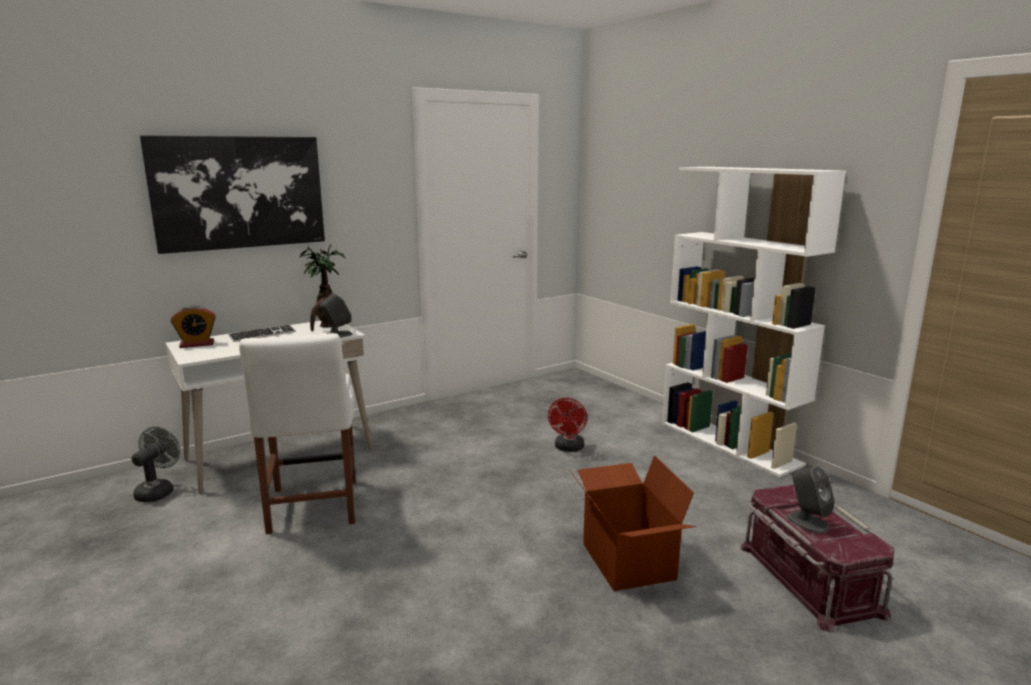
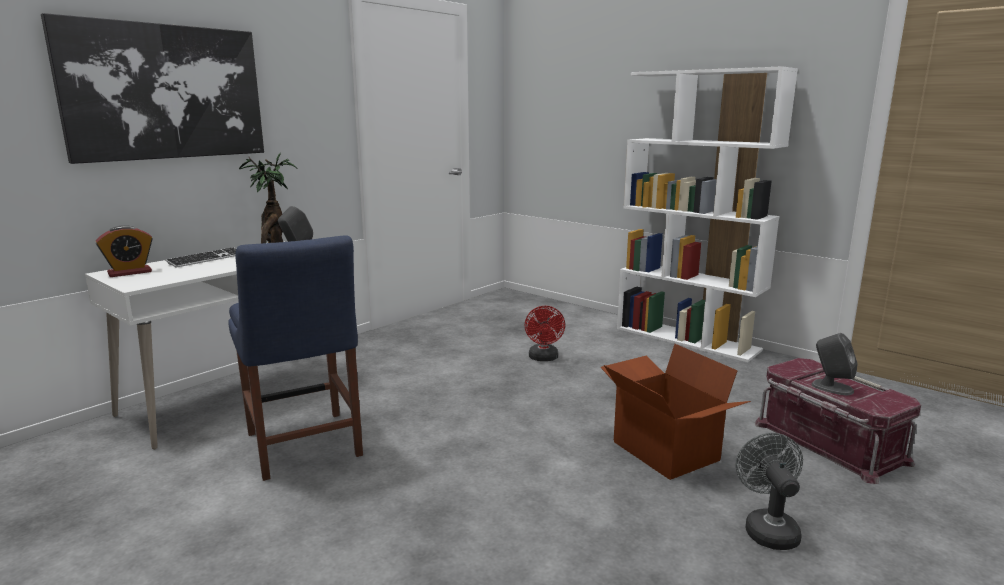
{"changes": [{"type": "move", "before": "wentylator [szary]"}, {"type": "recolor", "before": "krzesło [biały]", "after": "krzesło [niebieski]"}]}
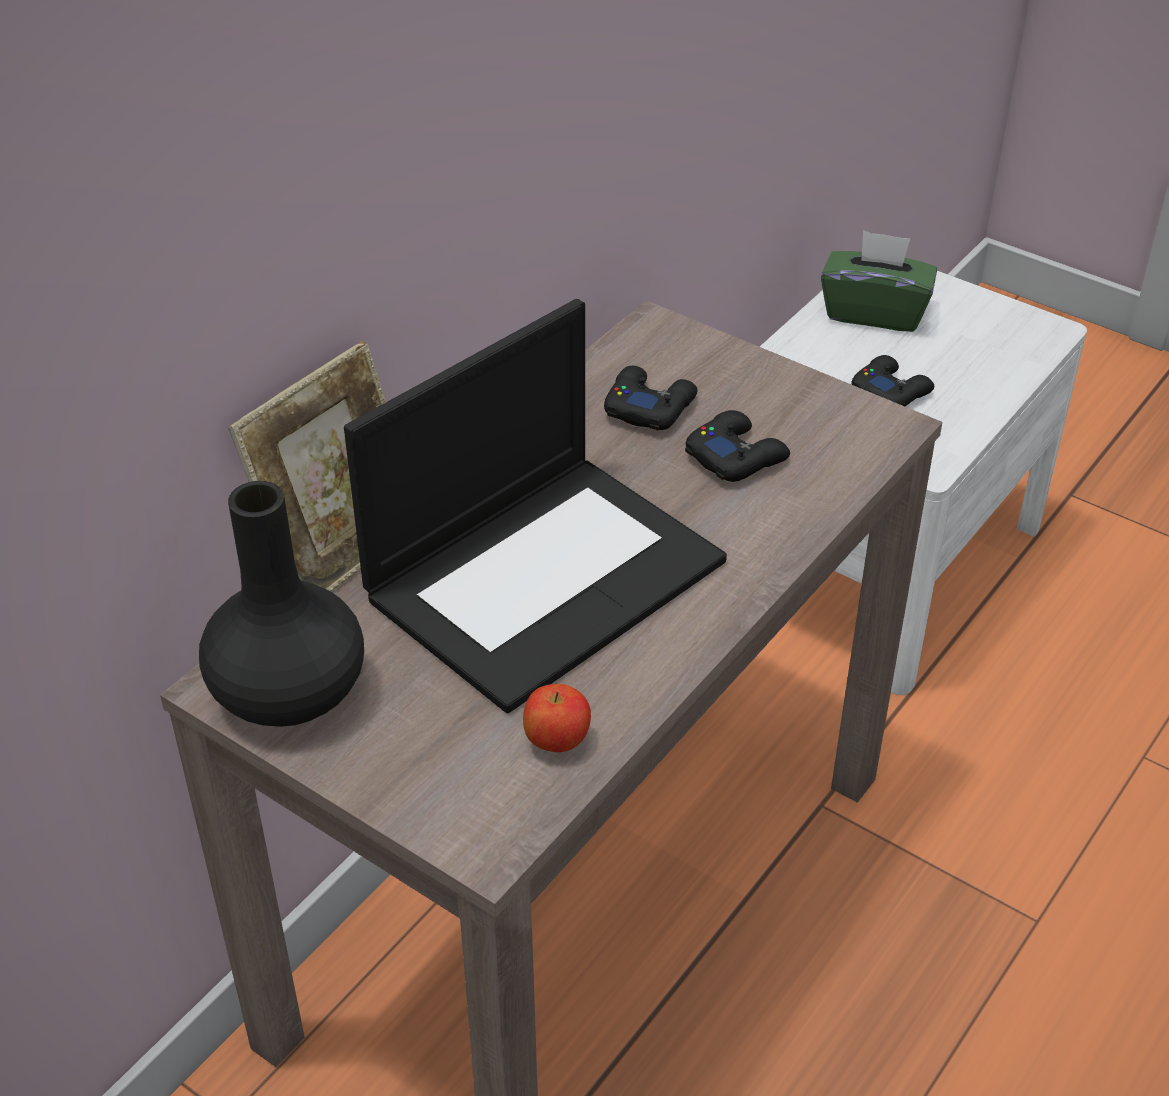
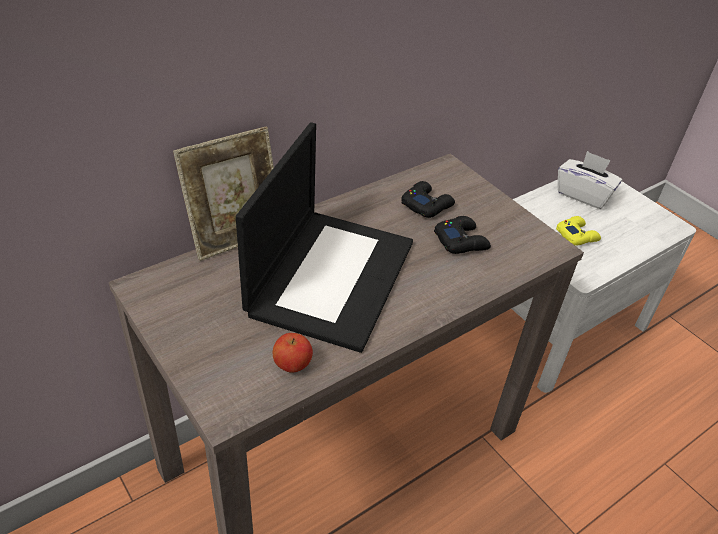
{"changes": [{"type": "delete", "before": "wazon [czarny]"}, {"type": "rotate", "before": "laptop", "turn": -45}, {"type": "recolor", "before": "pudełko chusteczek [zielony]", "after": "pudełko chusteczek [biały]"}, {"type": "recolor", "before": "pad do gier [czarny] (3rd from left)", "after": "pad do gier [żółty]"}]}
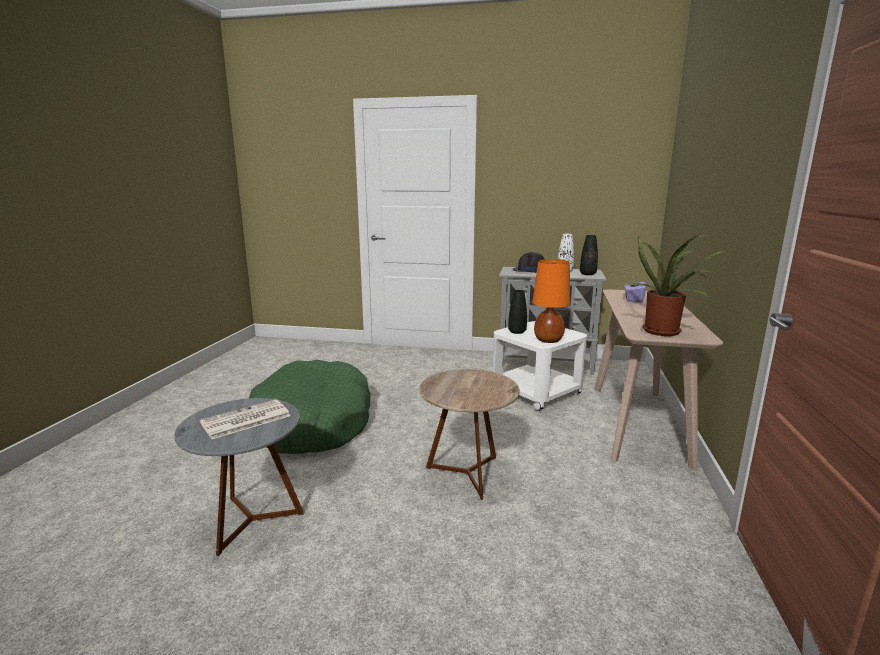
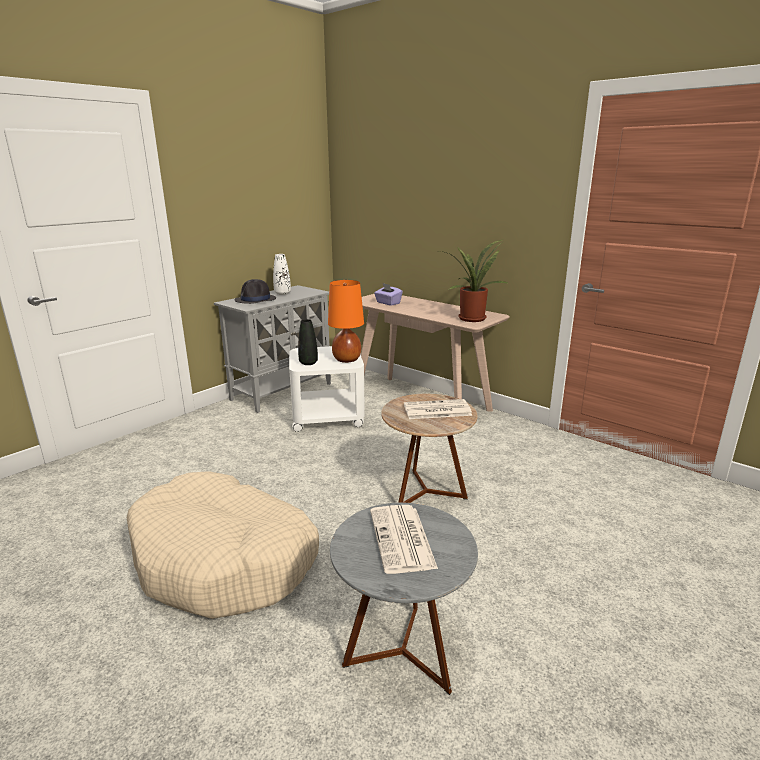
{"changes": [{"type": "recolor", "before": "legowisko [zielony]", "after": "legowisko [beżowy]"}, {"type": "delete", "before": "wazon [czarny] (2nd from left)"}, {"type": "insert", "after": "gazeta (2nd from left)"}]}
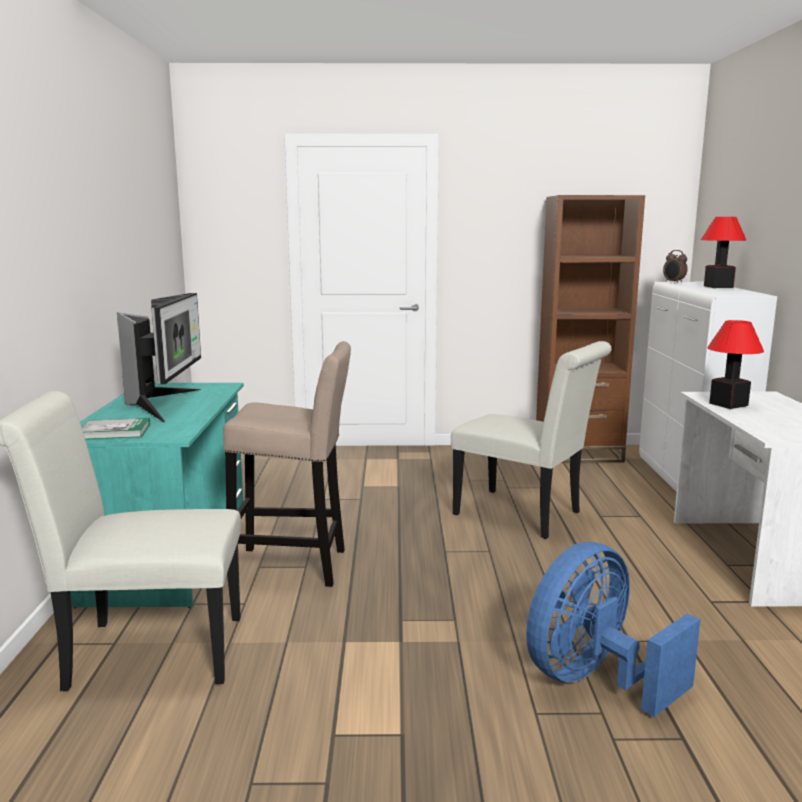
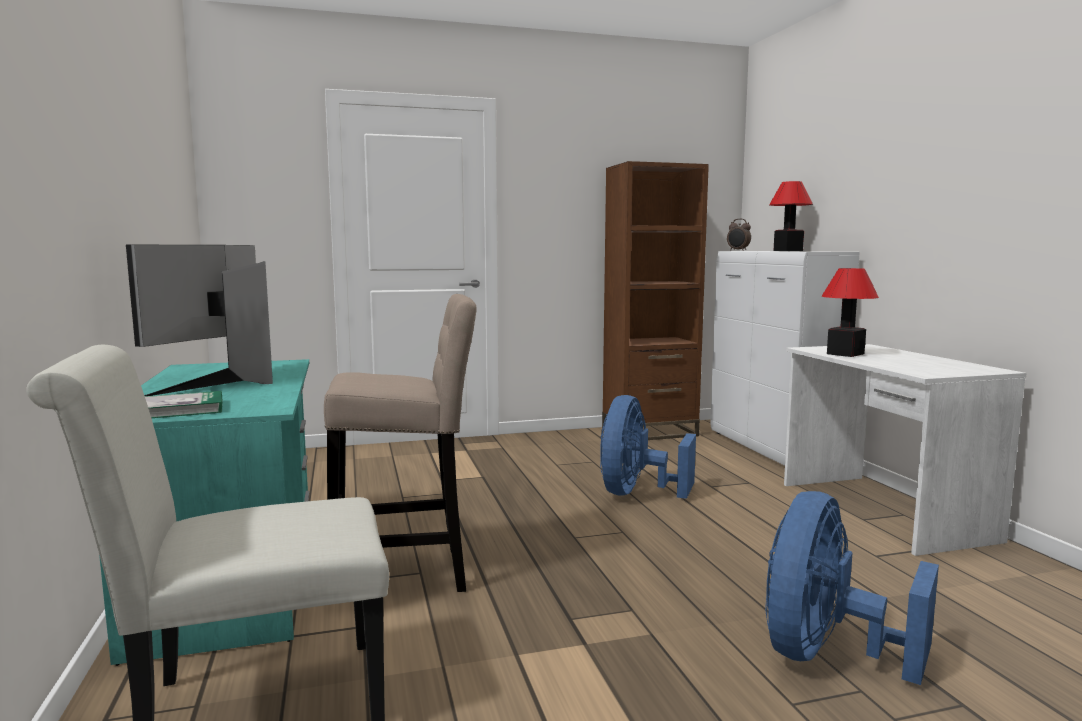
{"changes": [{"type": "rotate", "before": "monitor", "turn": -150}, {"type": "replace", "before": "krzesło [biały] (2nd from left)", "after": "wentylator [niebieski] (1st from left)"}]}
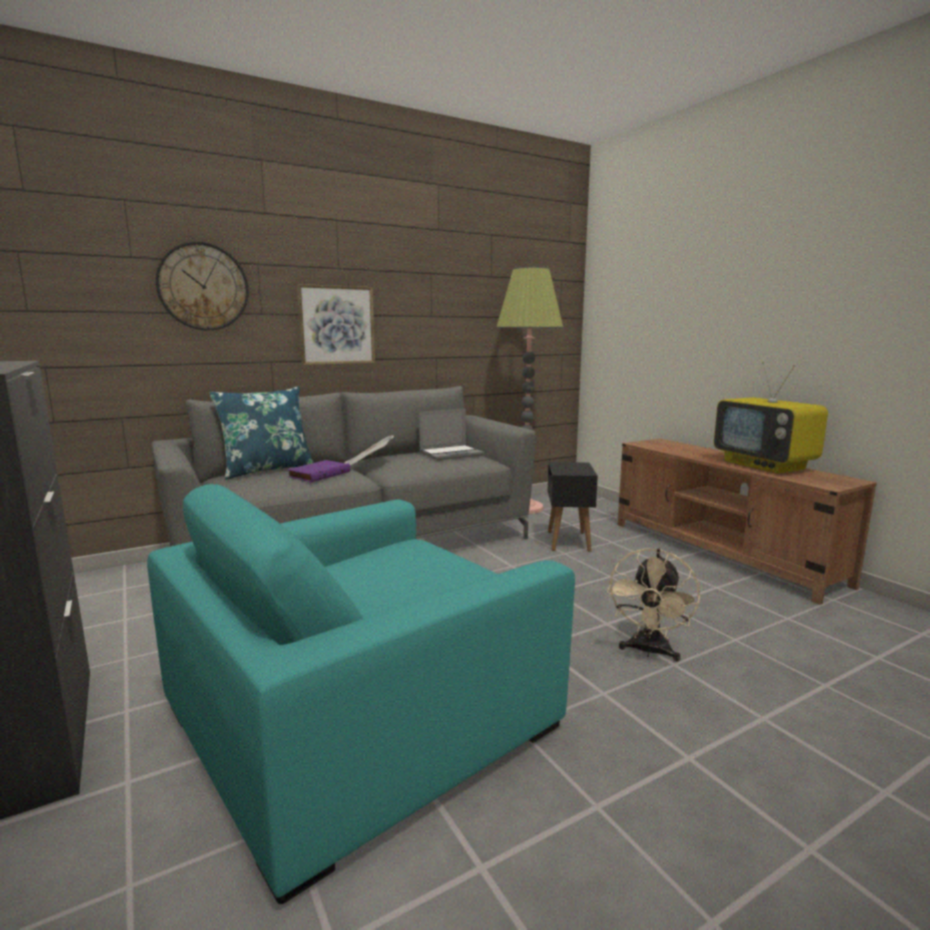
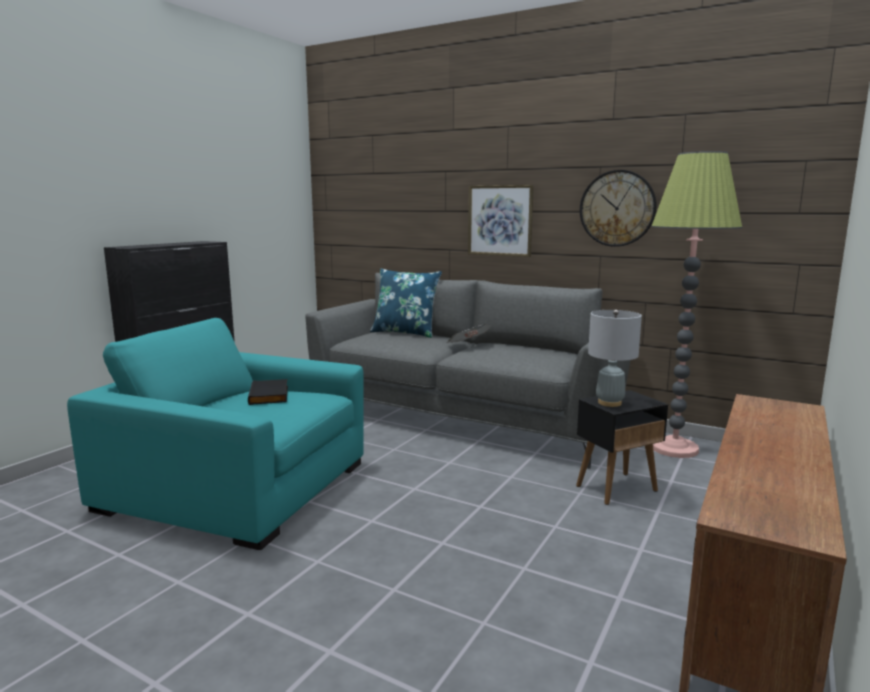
{"changes": [{"type": "move", "before": "zegar ścienny"}, {"type": "delete", "before": "książka [fioletowy]"}, {"type": "delete", "before": "laptop"}, {"type": "delete", "before": "wentylator [beżowy]"}, {"type": "delete", "before": "telewizor"}, {"type": "insert", "after": "książka [czarny]"}, {"type": "insert", "after": "lampa stołowa [szary]"}]}
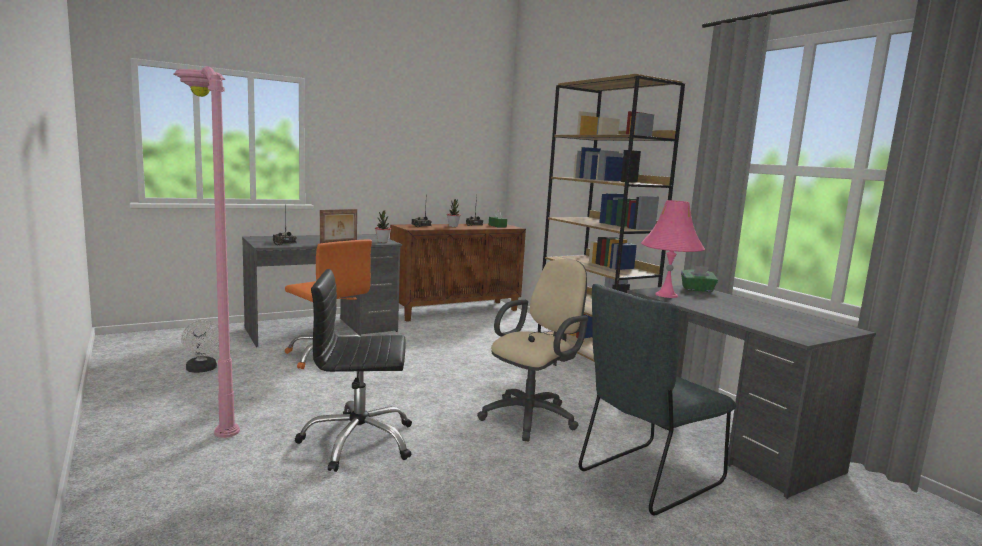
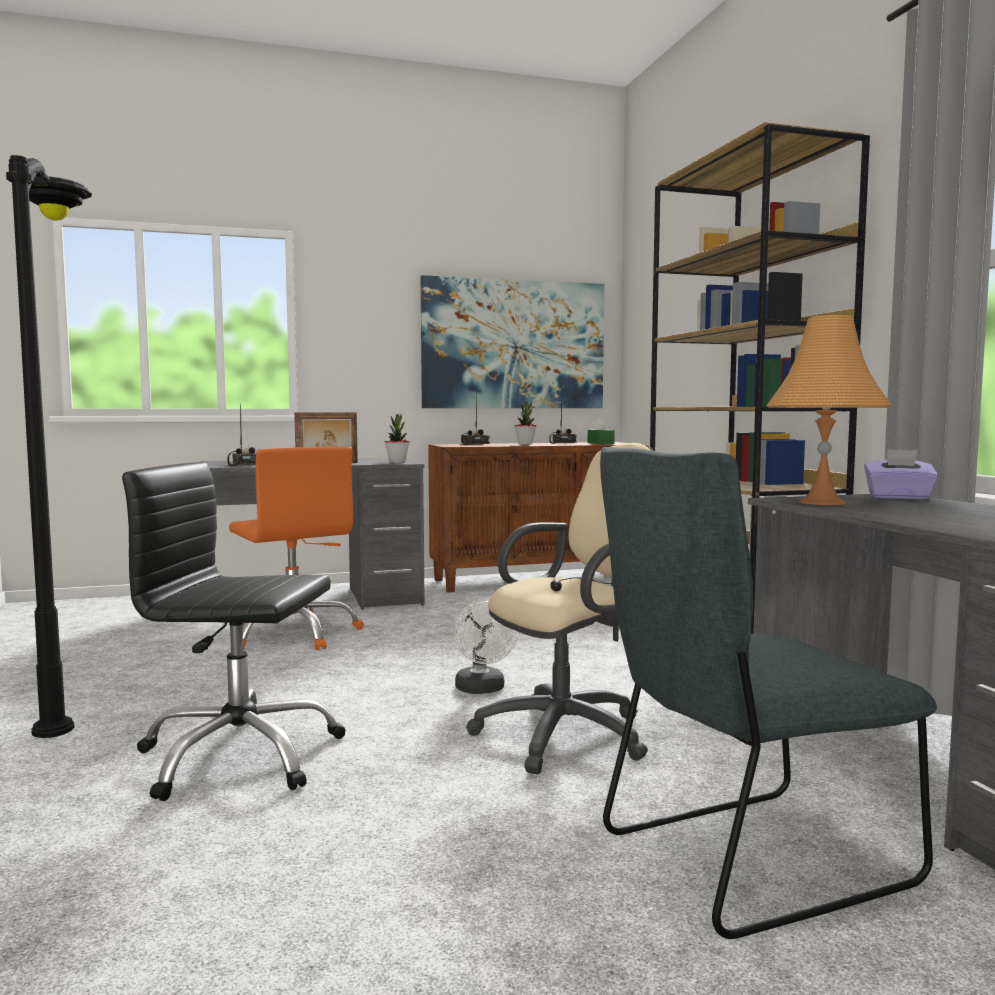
{"changes": [{"type": "recolor", "before": "lampa stojąca [różowy]", "after": "lampa stojąca [czarny]"}, {"type": "move", "before": "wentylator [biały]"}, {"type": "recolor", "before": "lampa stołowa [różowy]", "after": "lampa stołowa [pomarańczowy]"}, {"type": "recolor", "before": "pudełko chusteczek [zielony] (2nd from left)", "after": "pudełko chusteczek [fioletowy]"}, {"type": "insert", "after": "obraz"}]}
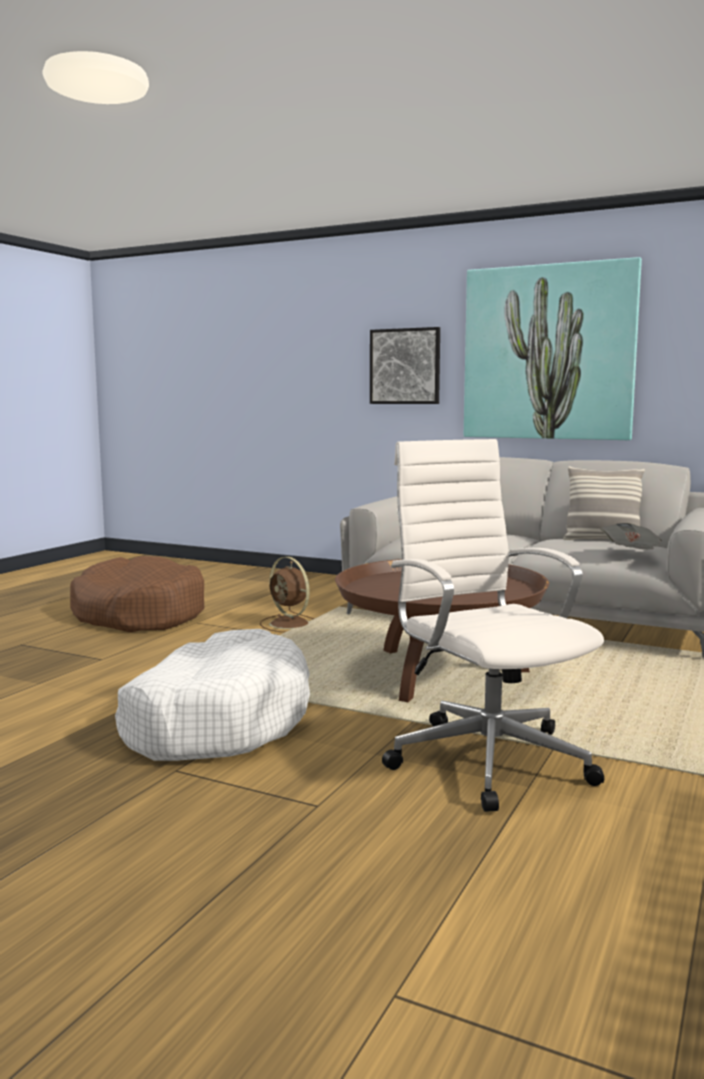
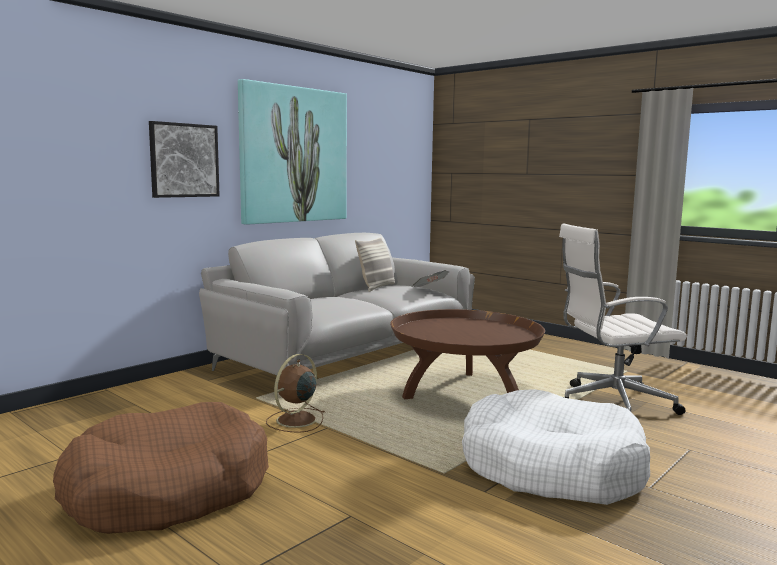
{"changes": [{"type": "rotate", "before": "wentylator [brązowy]", "turn": 150}]}
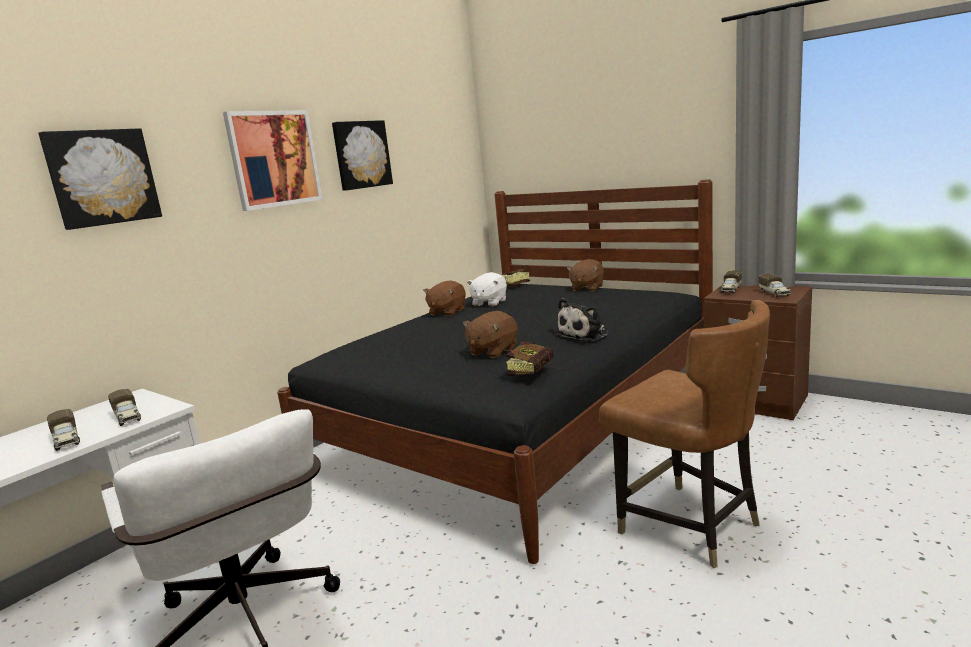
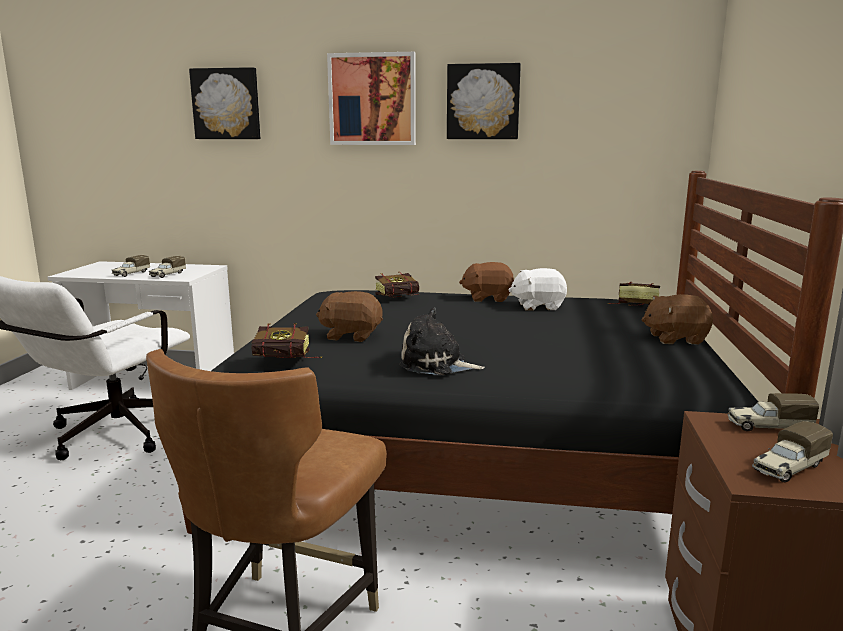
{"changes": [{"type": "insert", "after": "książka (2nd from left)"}]}
